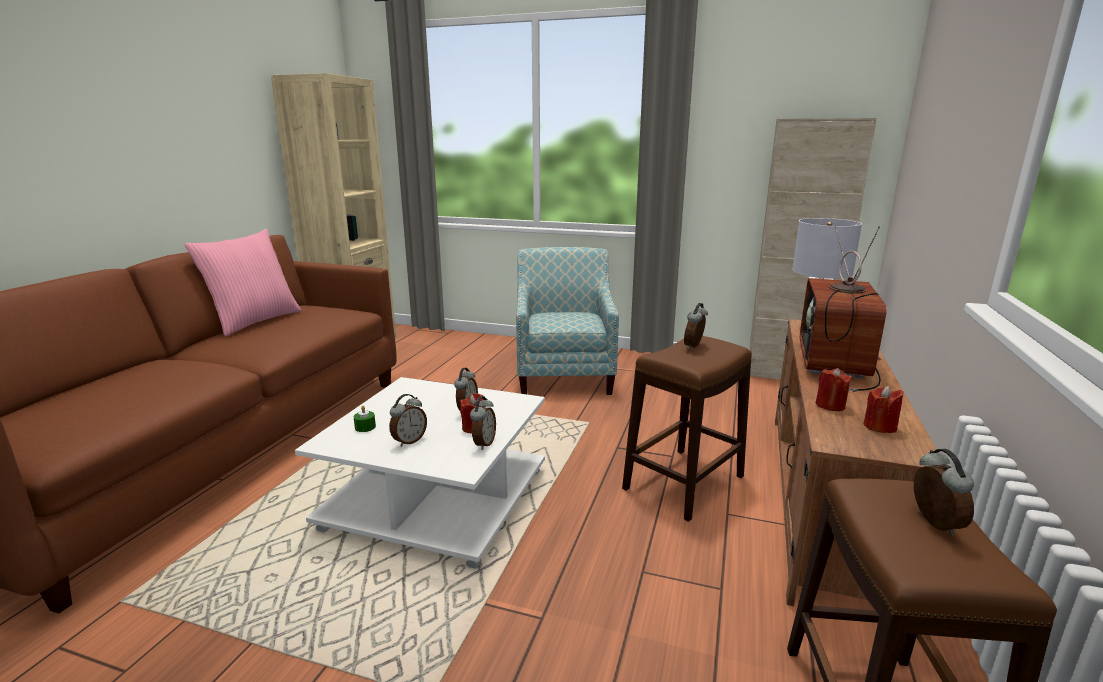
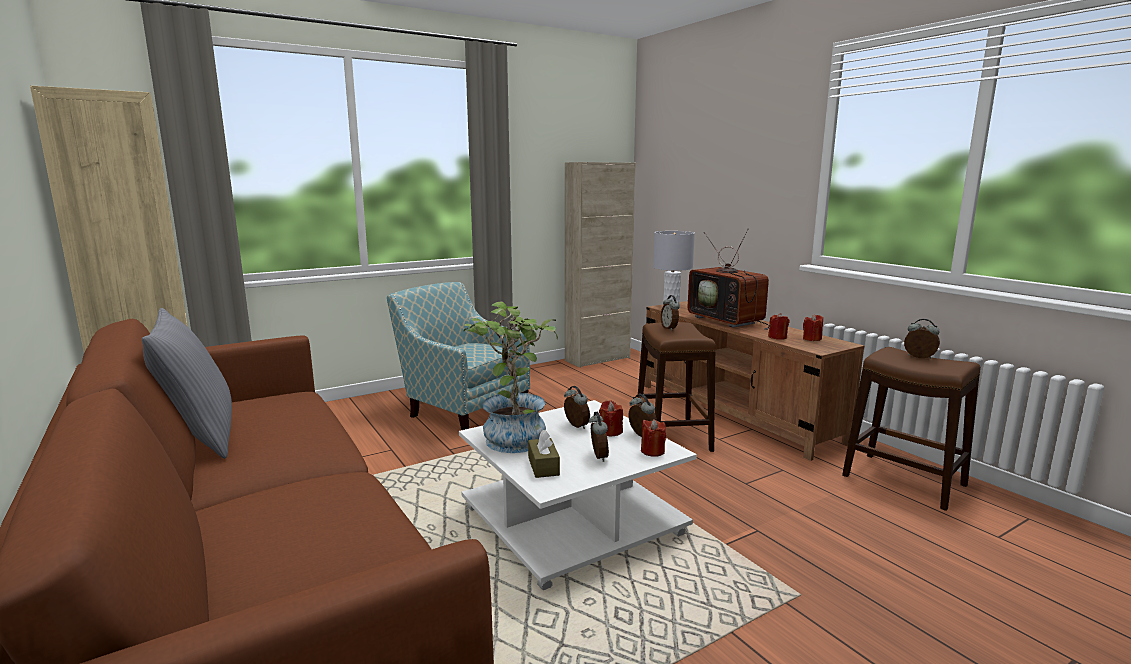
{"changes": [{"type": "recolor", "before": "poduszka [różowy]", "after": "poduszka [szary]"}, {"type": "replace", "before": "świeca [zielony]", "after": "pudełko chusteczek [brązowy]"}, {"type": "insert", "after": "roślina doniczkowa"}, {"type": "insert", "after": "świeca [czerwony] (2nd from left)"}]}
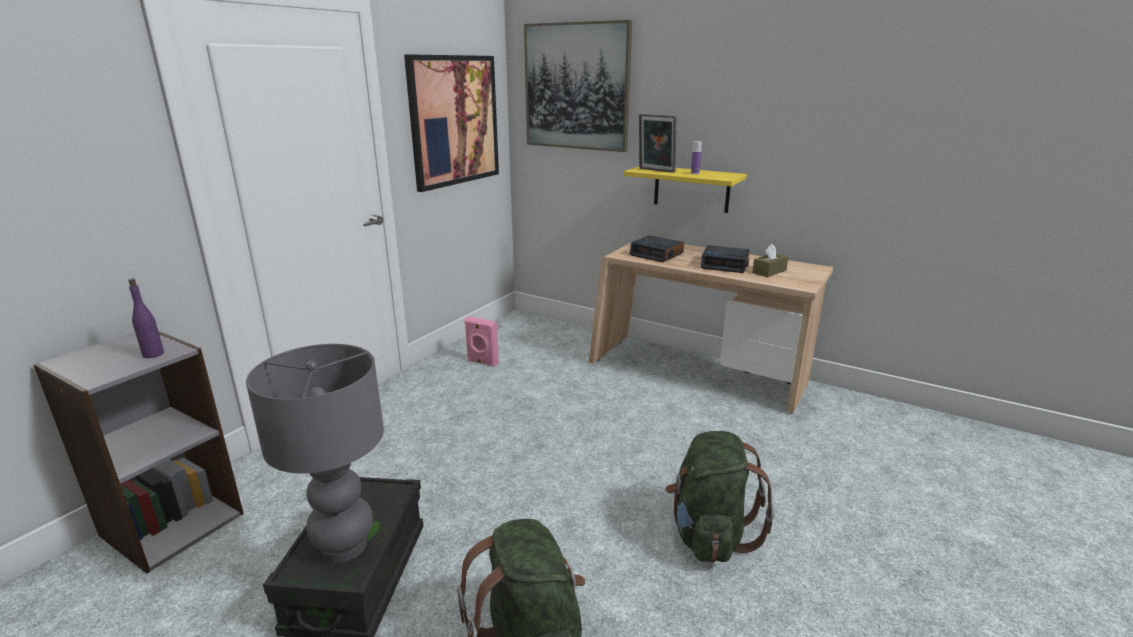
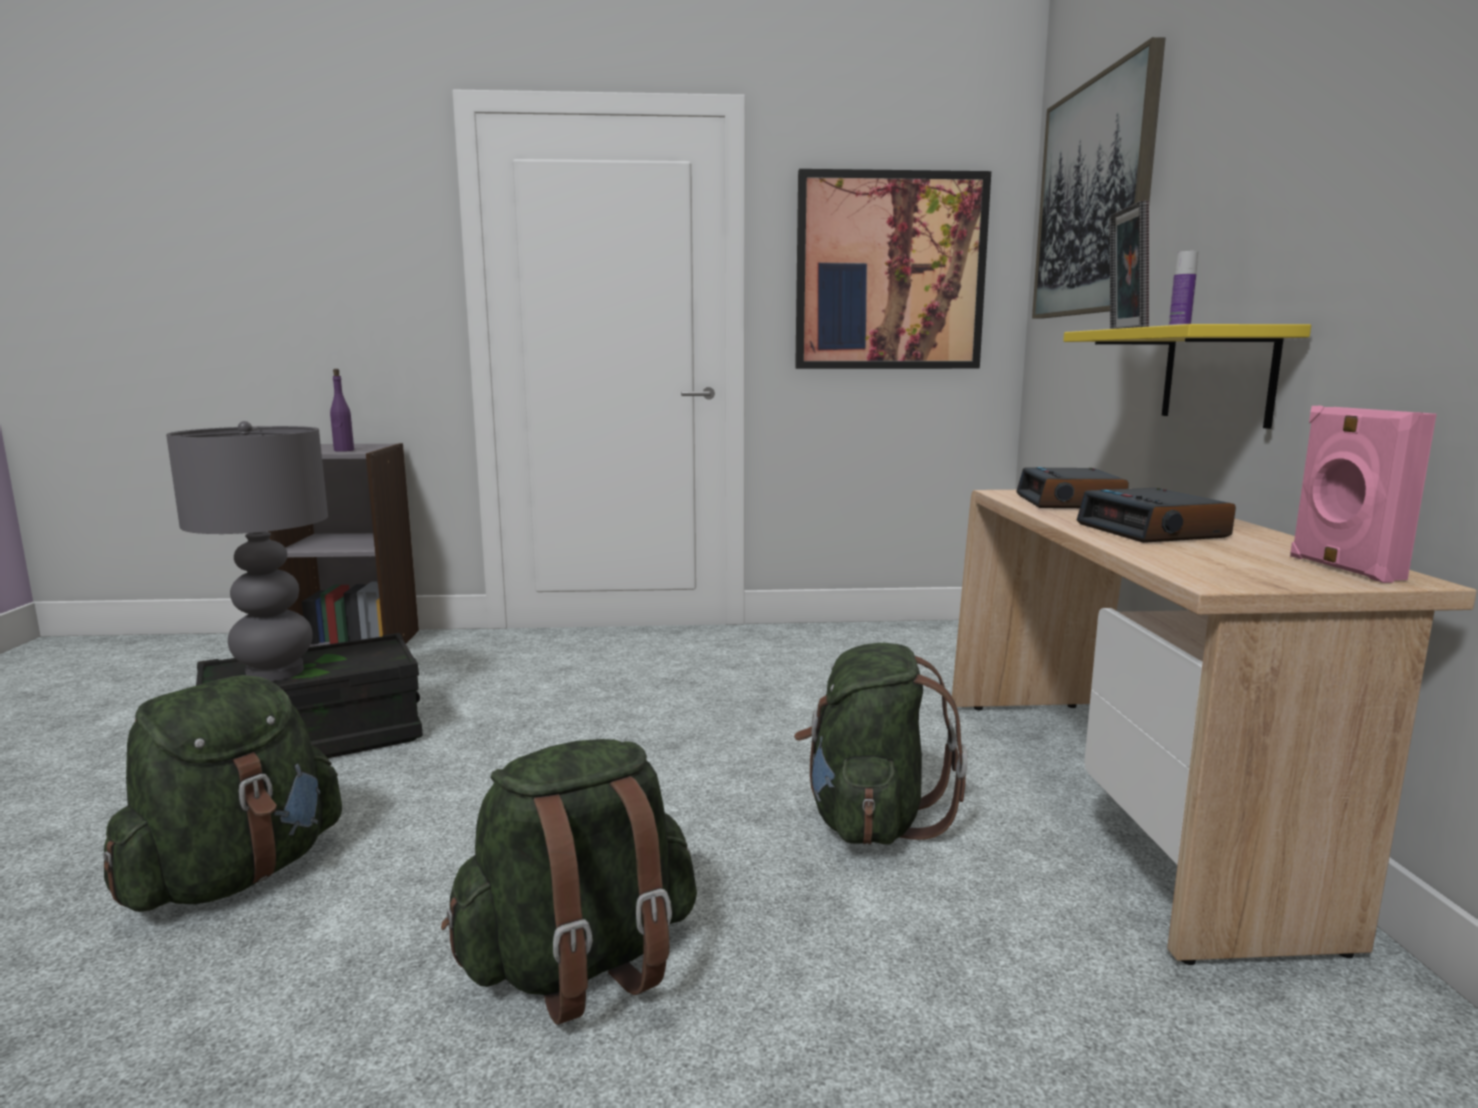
{"changes": [{"type": "move", "before": "głośnik [różowy]"}, {"type": "delete", "before": "pudełko chusteczek [brązowy]"}, {"type": "insert", "after": "plecak [zielony] (3rd from left)"}]}
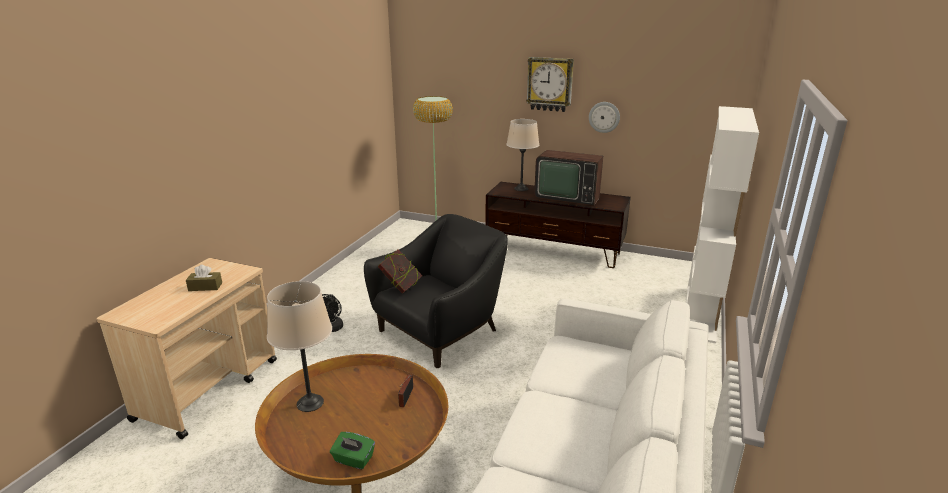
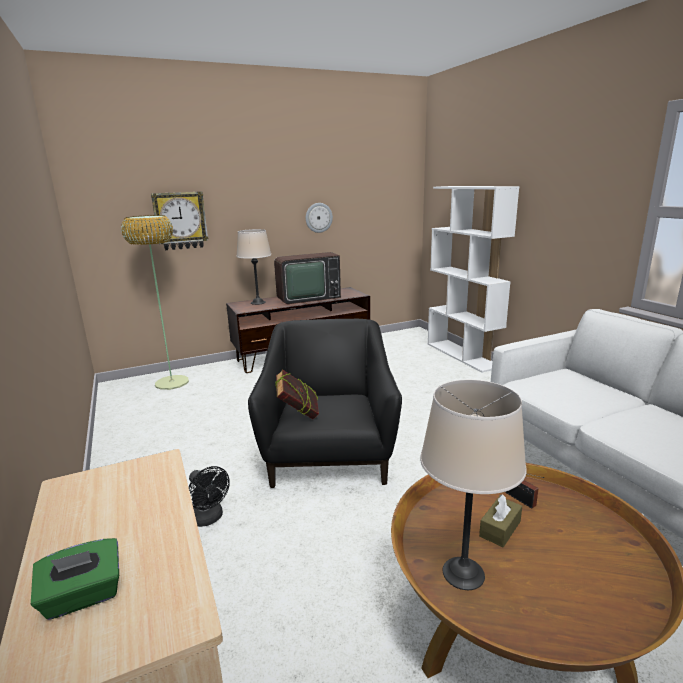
{"changes": [{"type": "move", "before": "pudełko chusteczek [brązowy]"}, {"type": "move", "before": "pudełko chusteczek [zielony]"}, {"type": "move", "before": "zegar ścienny (1st from left)"}]}
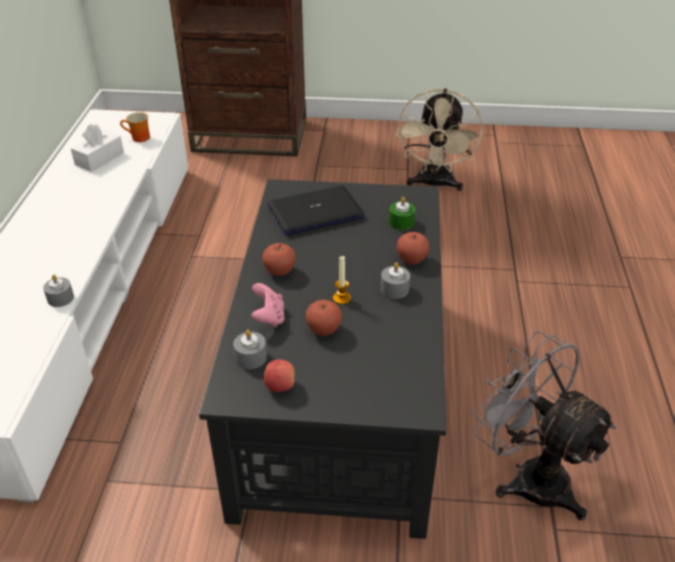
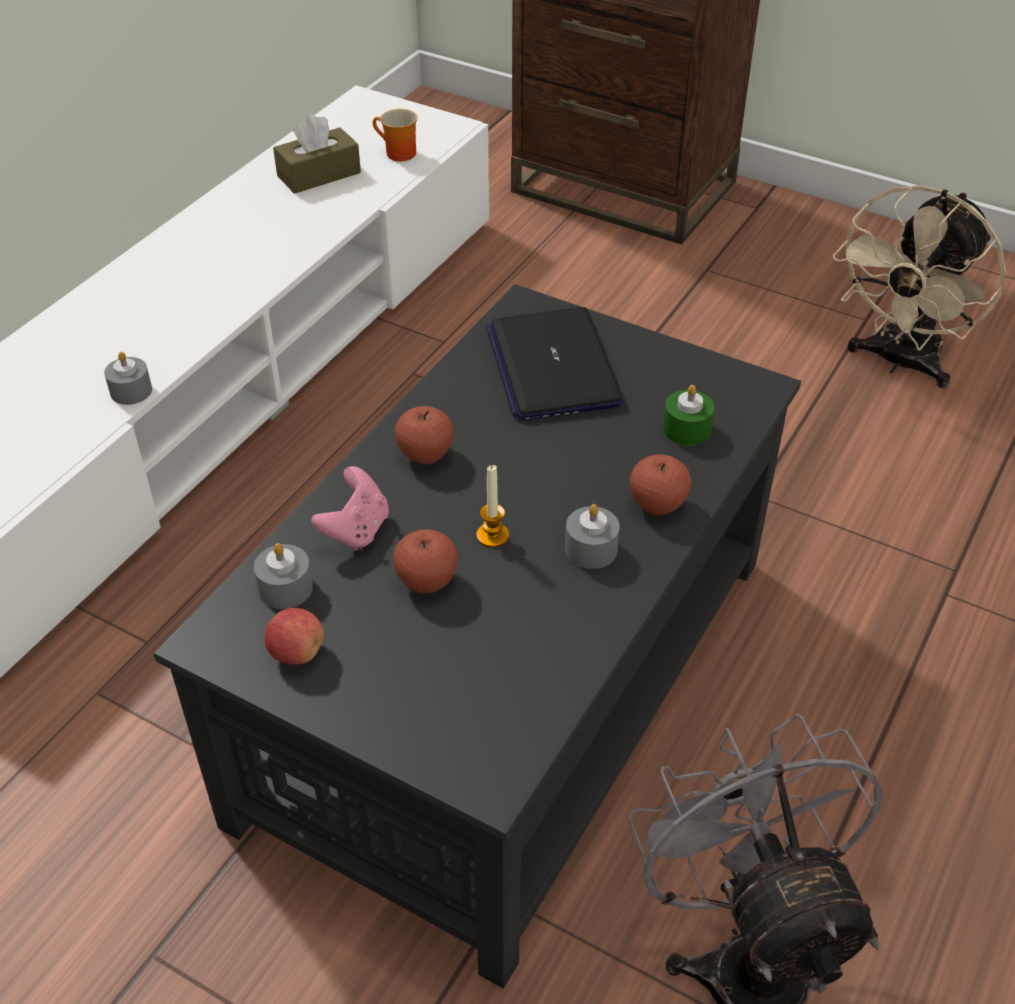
{"changes": [{"type": "recolor", "before": "pudełko chusteczek [biały]", "after": "pudełko chusteczek [brązowy]"}, {"type": "rotate", "before": "laptop", "turn": -105}]}
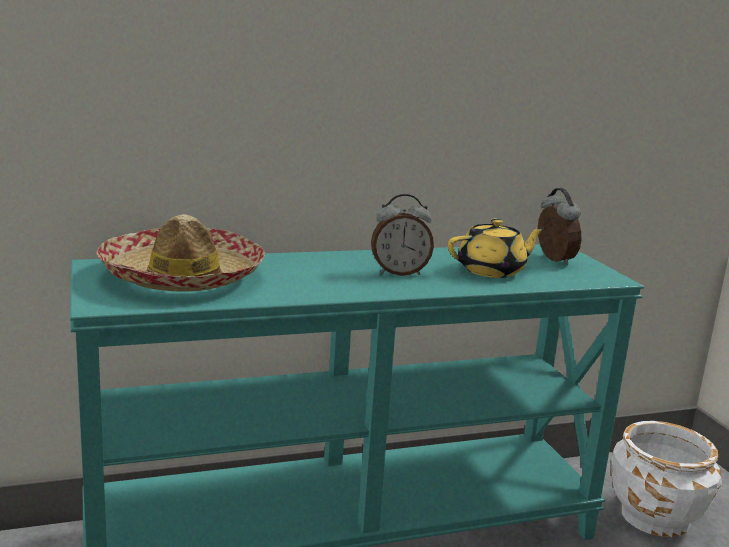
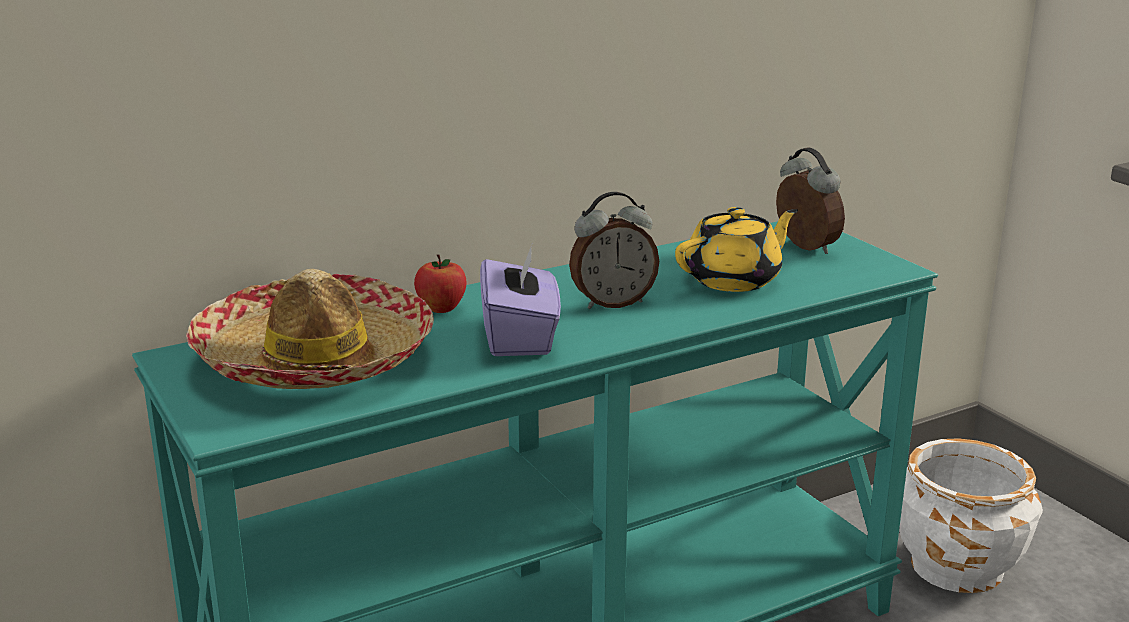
{"changes": [{"type": "insert", "after": "jabłko"}, {"type": "insert", "after": "pudełko chusteczek [fioletowy]"}]}
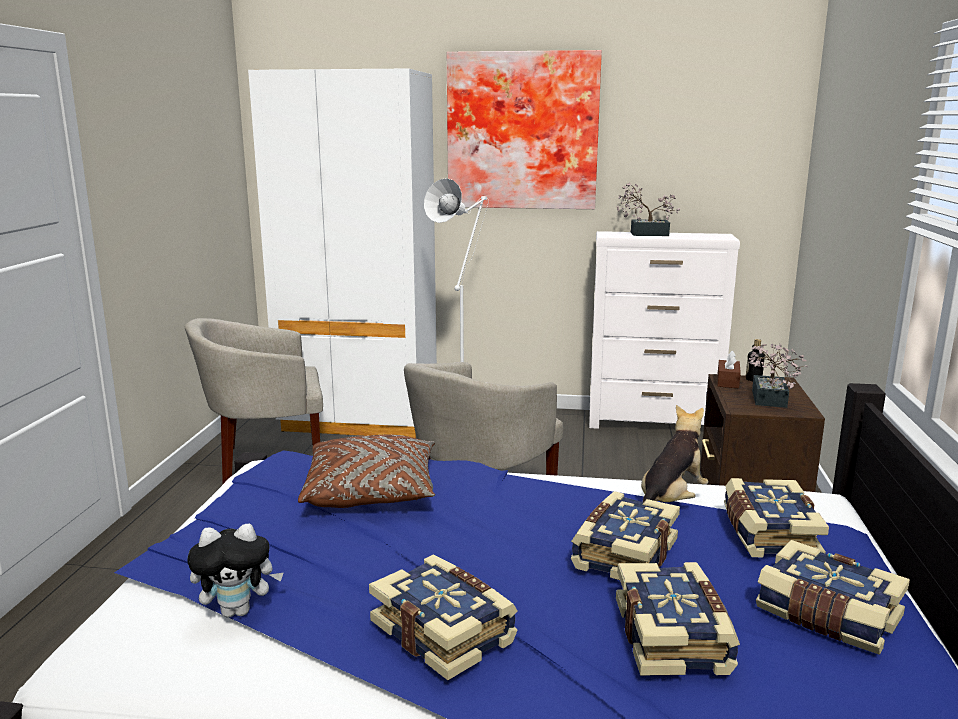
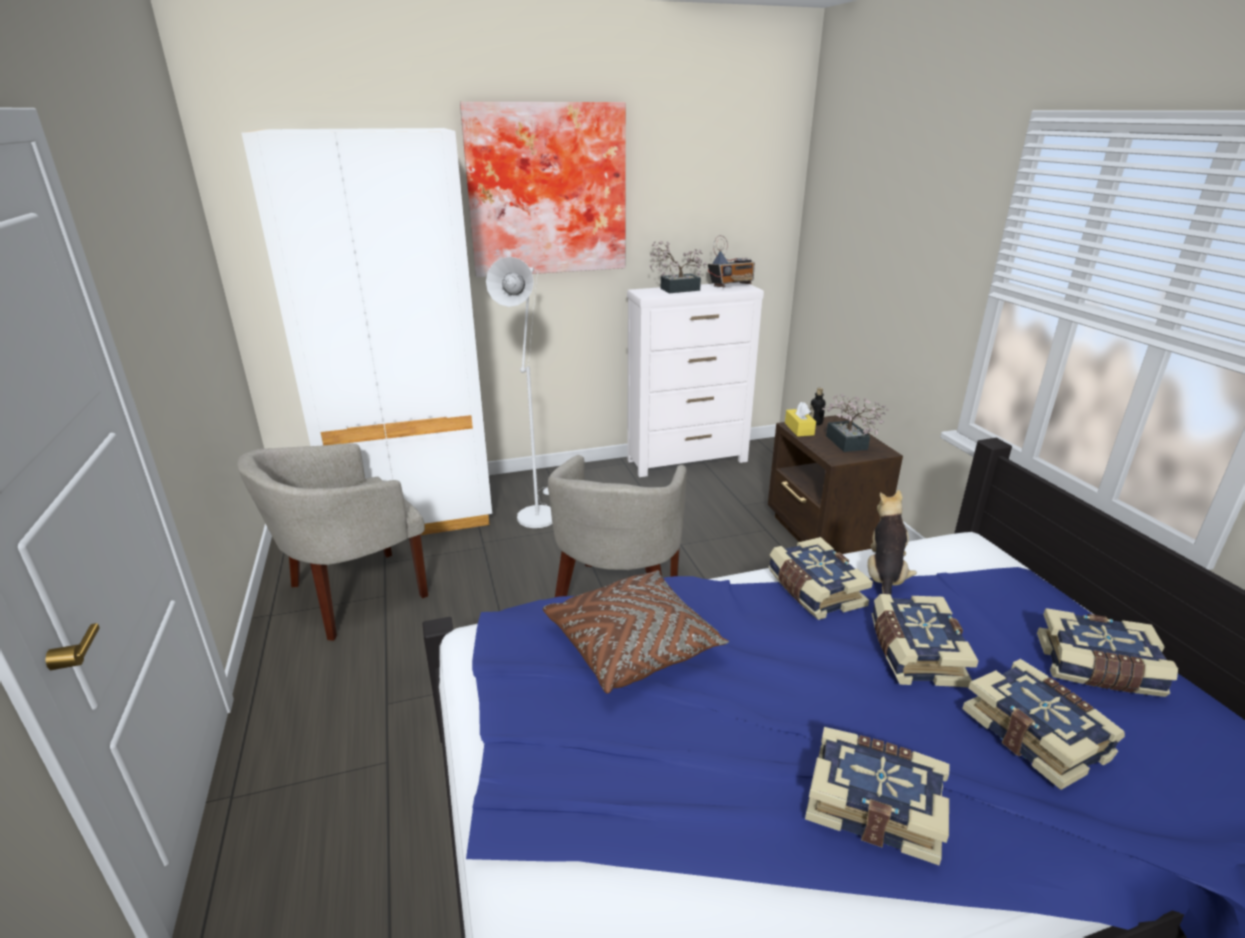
{"changes": [{"type": "delete", "before": "pluszak (1st from left)"}, {"type": "recolor", "before": "pudełko chusteczek [brązowy]", "after": "pudełko chusteczek [żółty]"}, {"type": "move", "before": "książka (4th from left in the first image)", "after": "książka (1st from left)"}, {"type": "insert", "after": "radio"}]}
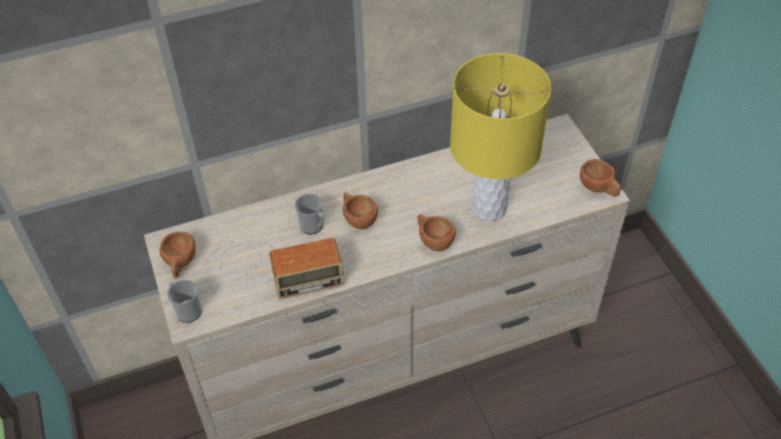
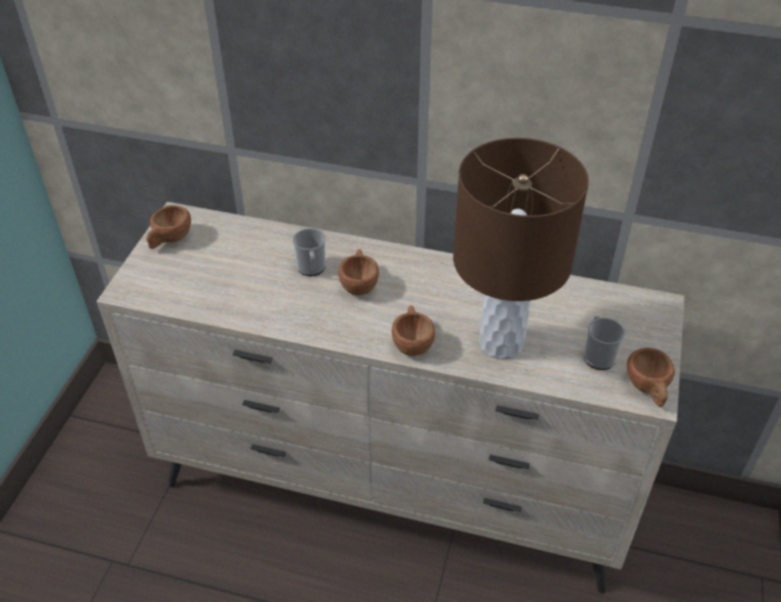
{"changes": [{"type": "move", "before": "kubek (1st from left in the first image)", "after": "kubek (2nd from left)"}, {"type": "delete", "before": "radio"}, {"type": "recolor", "before": "lampa stołowa [żółty]", "after": "lampa stołowa [brązowy]"}]}
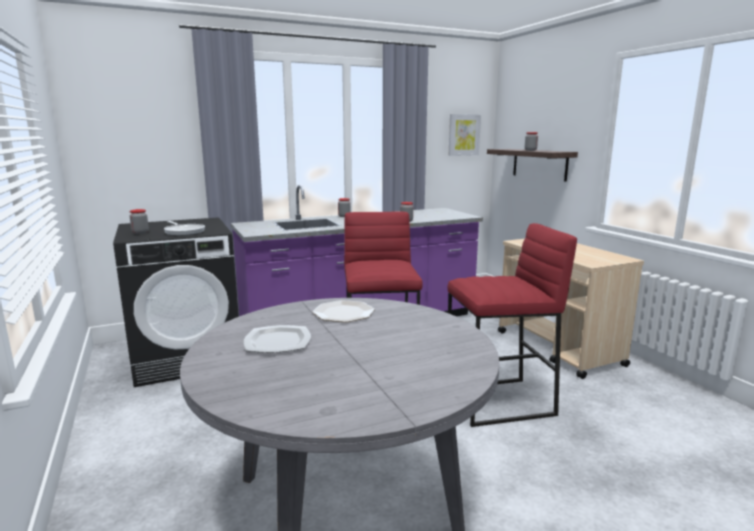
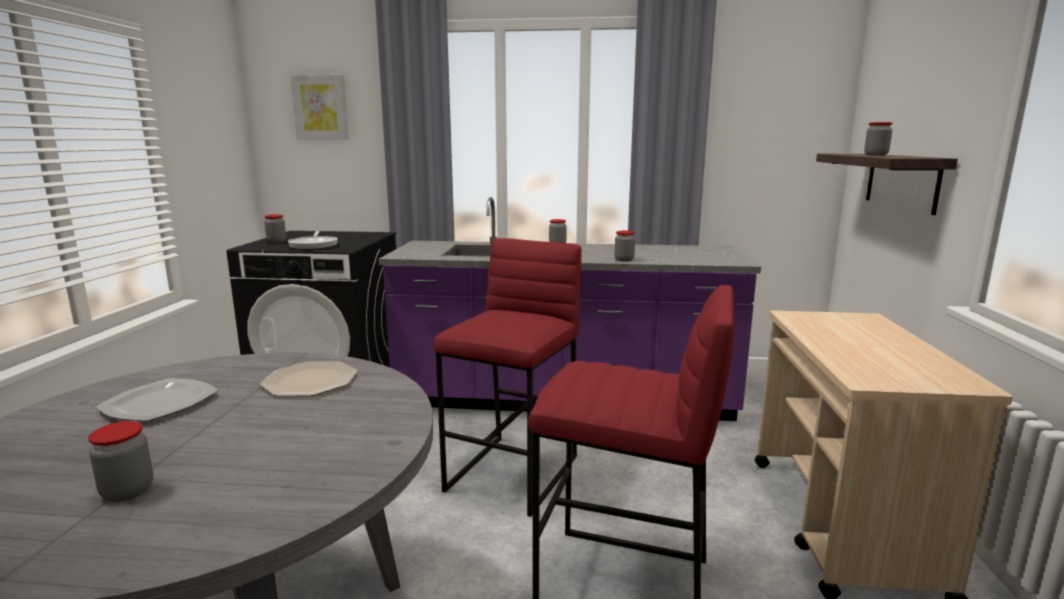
{"changes": [{"type": "move", "before": "obraz"}, {"type": "insert", "after": "słoik (1st from left)"}]}
